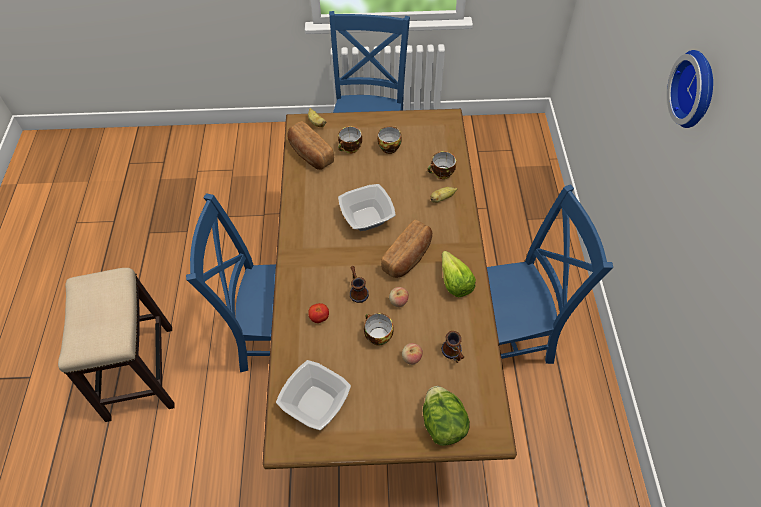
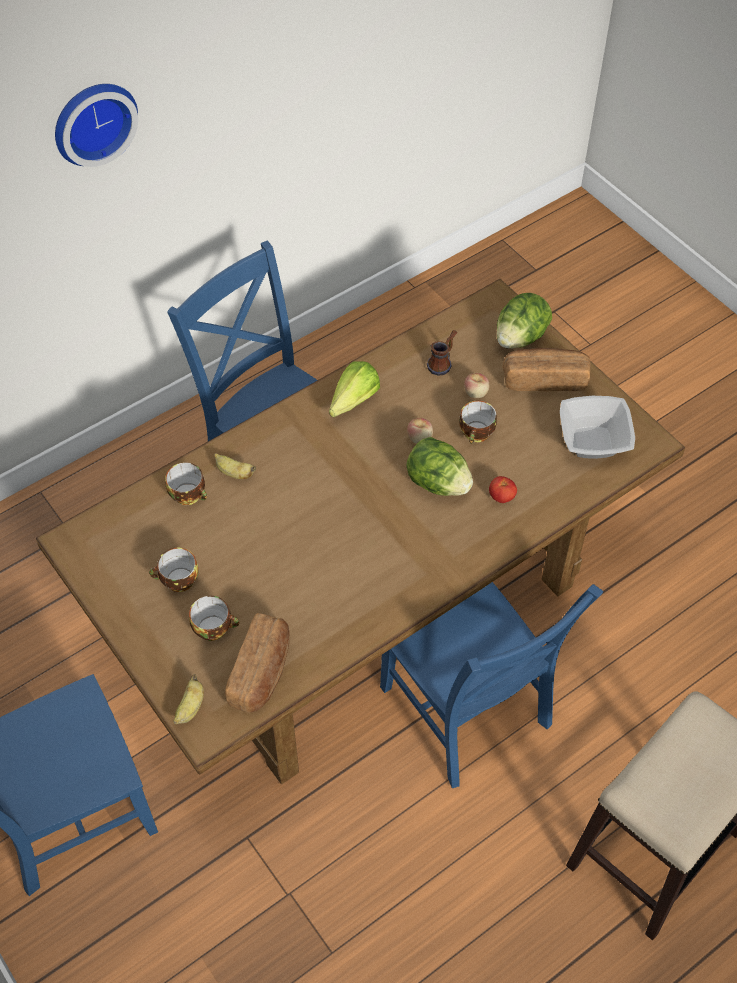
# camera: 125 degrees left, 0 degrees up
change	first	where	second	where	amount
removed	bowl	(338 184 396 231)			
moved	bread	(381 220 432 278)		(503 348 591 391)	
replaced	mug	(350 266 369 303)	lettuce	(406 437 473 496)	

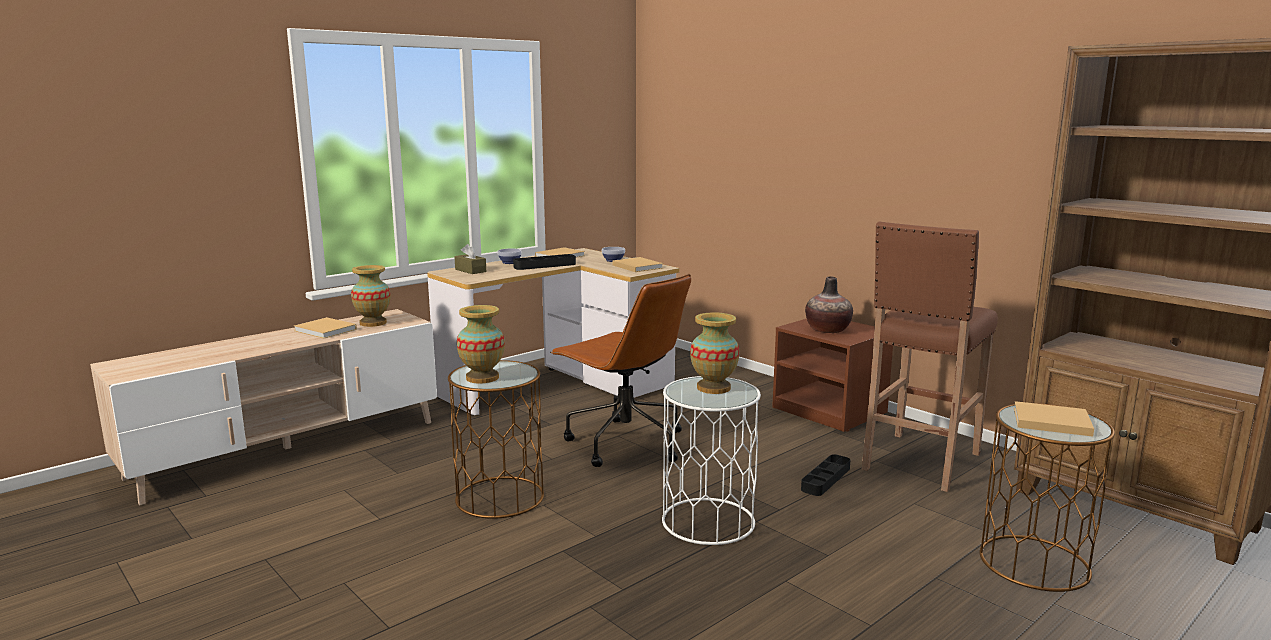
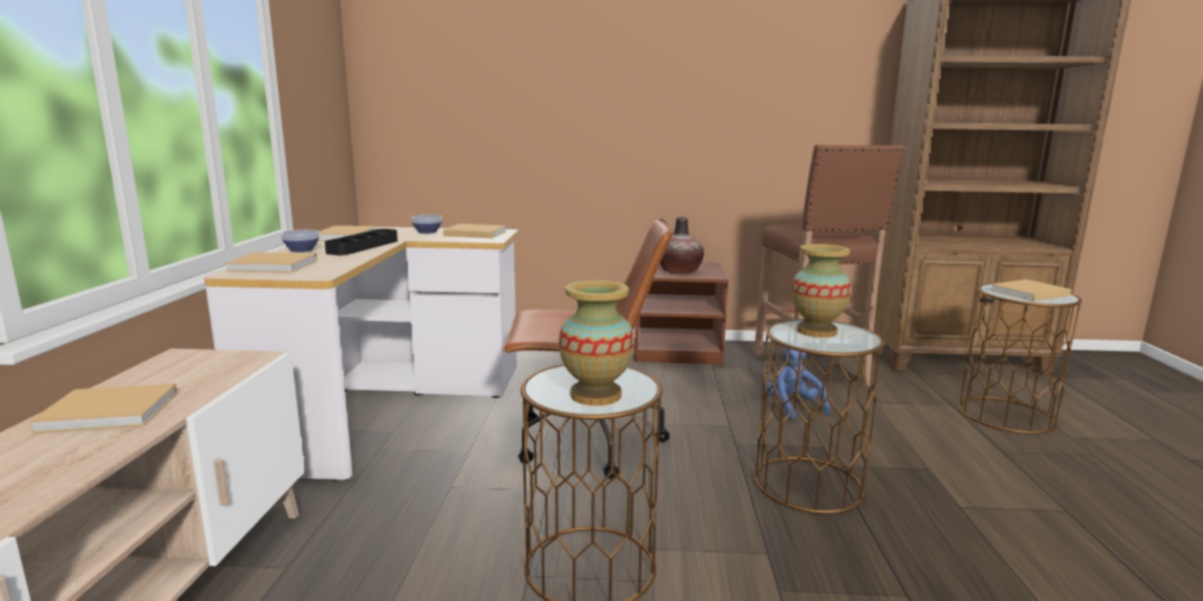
# camera: 45 degrees left, 0 degrees up
change	first	where	second	where	amount
removed	vase	(351 265 391 327)			
replaced	tissue box/brown	(454 244 486 274)	book/beige	(225 252 317 273)	
replaced	tray/black	(801 454 850 496)	plush toy/blue	(766 348 830 419)	
recoloured	side table/white	(662 376 761 545)	side table/brown	(755 319 884 514)	

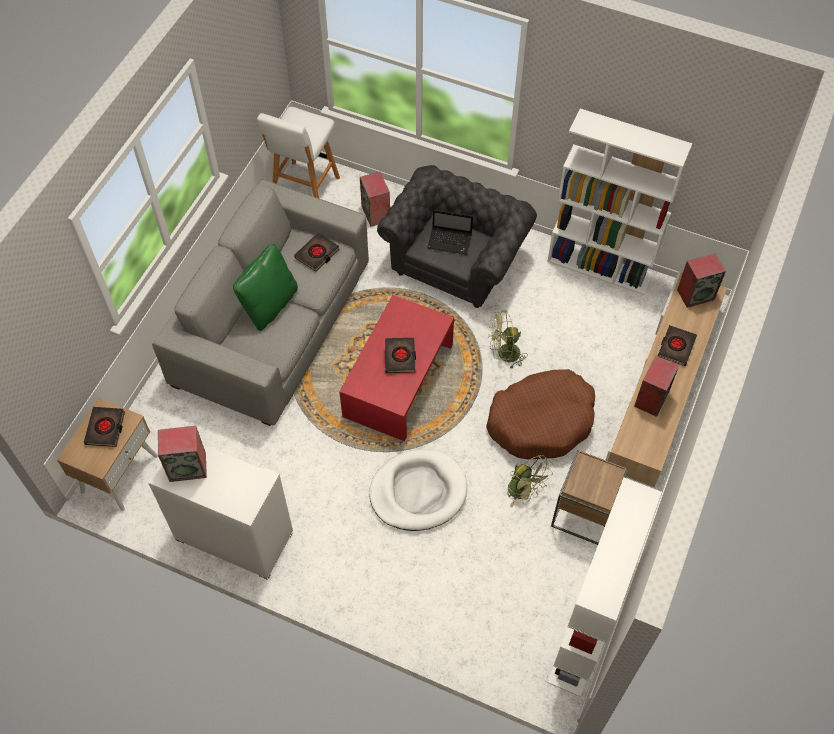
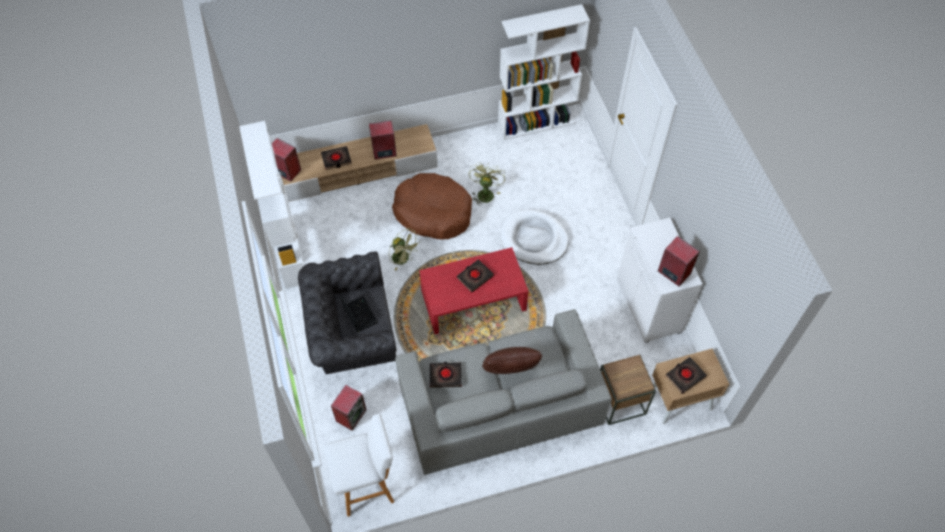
# camera: 130 degrees left, 0 degrees up
change	first	where	second	where	amount
moved	side table/brown	(551 450 628 545)		(600 355 656 425)	
recoloured	pillow/green	(233 243 298 331)	pillow/brown	(482 347 542 374)	

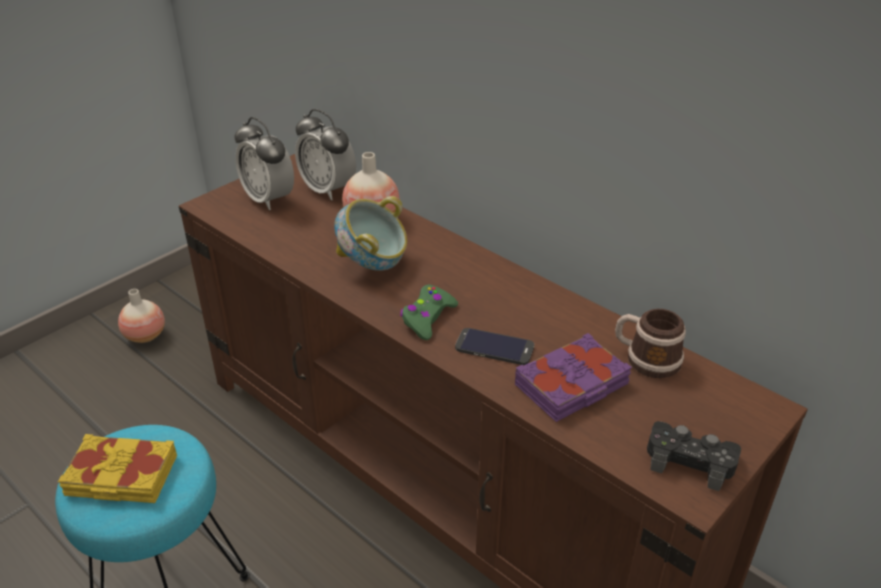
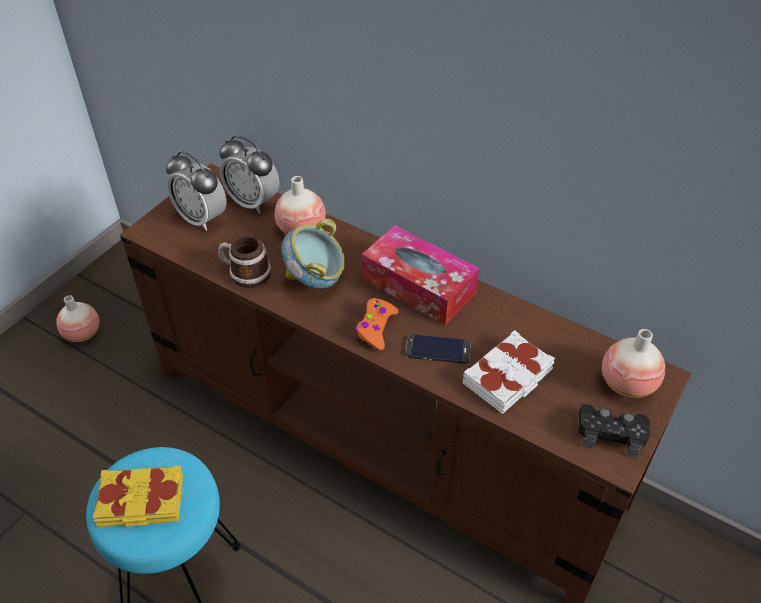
# camera: 10 degrees left, 10 degrees up
change	first	where	second	where	amount
added			tissue box	(362 225 479 326)	
added			vase	(602 329 665 398)	
moved	mug	(615 309 686 378)		(218 236 271 288)	
recoloured	game controller/green	(400 285 458 340)	game controller/orange	(355 298 399 351)	
recoloured	book/purple	(515 333 632 422)	book/white	(463 330 555 414)	

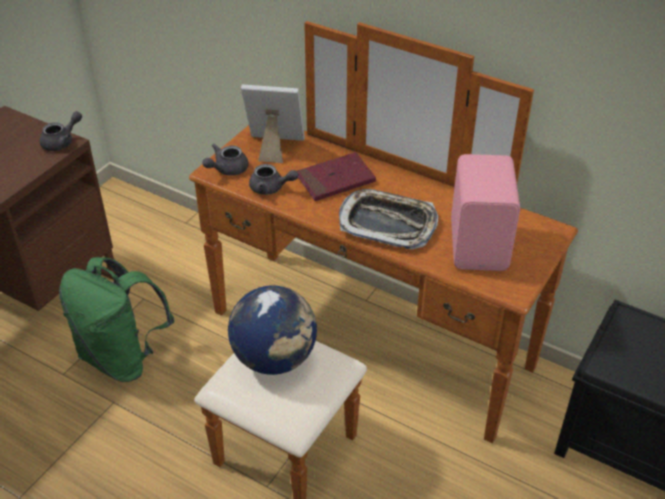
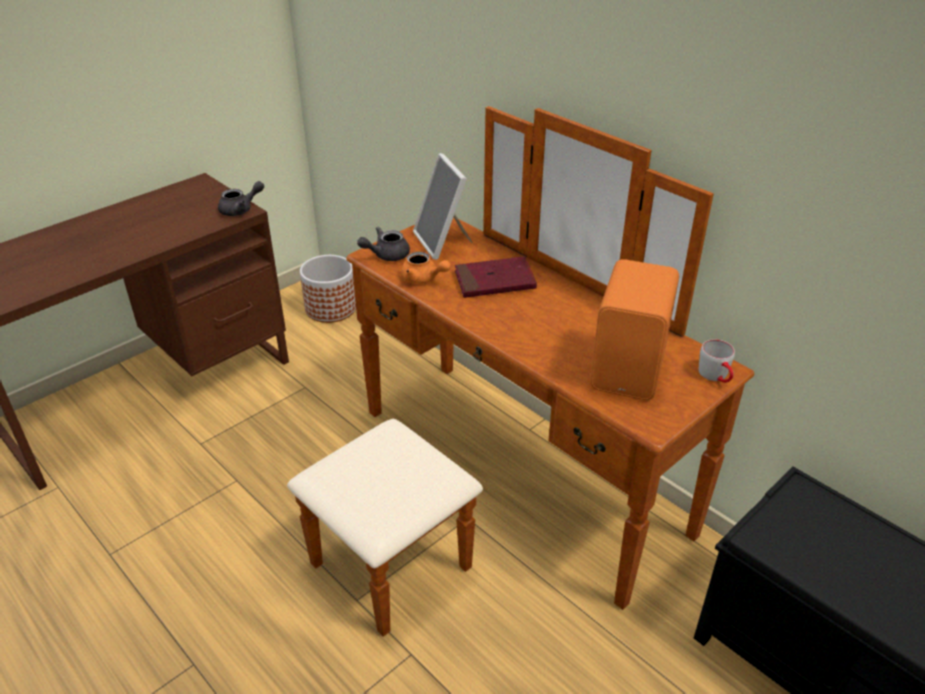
# camera: 15 degrees right, 5 degrees down
change	first	where	second	where	amount
removed	backpack/green	(59 257 175 382)			
removed	globe	(228 285 317 375)			
removed	tray	(339 189 438 249)			
added			planter	(300 255 356 323)	
added			mug/grey	(699 339 735 383)	
recoloured	teapot/grey	(249 164 299 195)	teapot/orange	(401 252 451 284)	
recoloured	speaker/pink	(451 154 520 271)	speaker/orange	(590 259 679 400)	
turned	picture frame	(241 85 305 163)		(413 153 473 260)	135 degrees counterclockwise

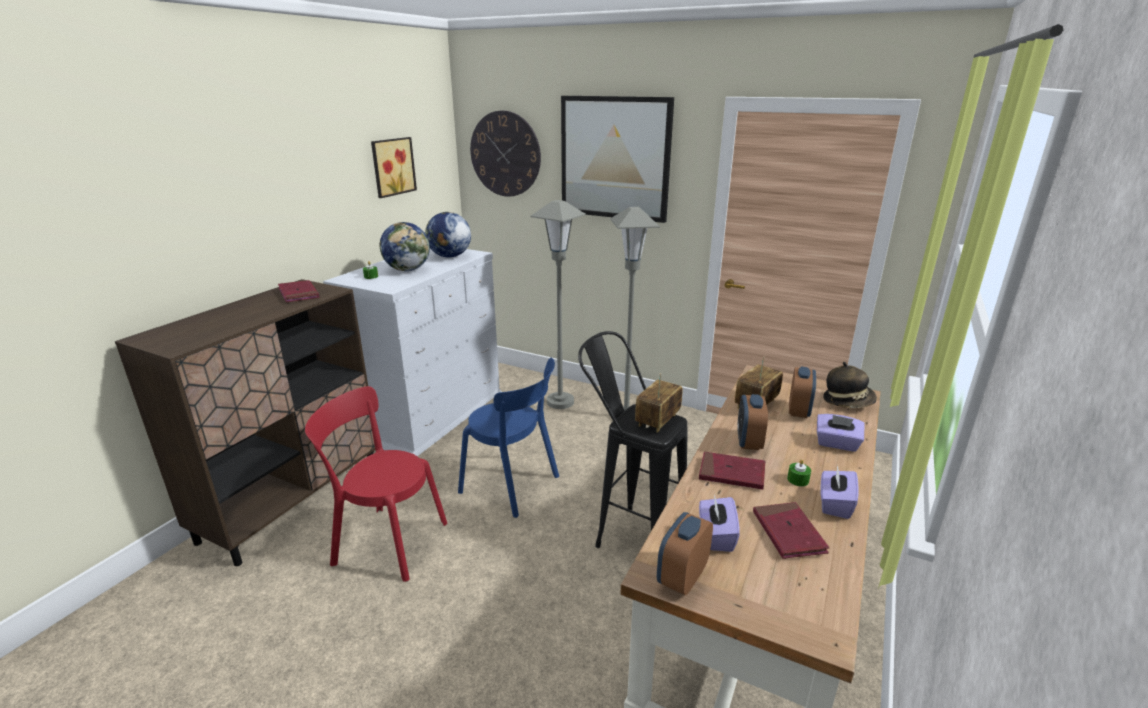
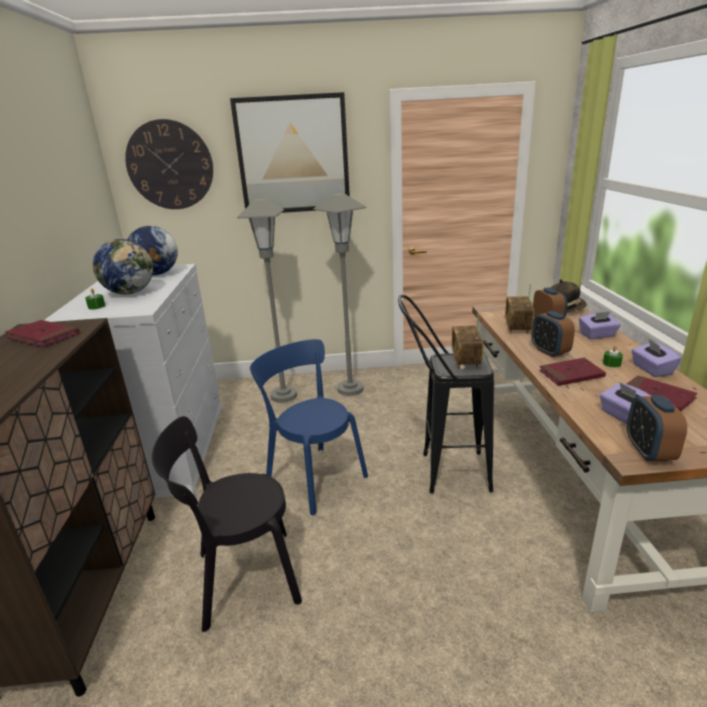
# camera: 30 degrees left, 0 degrees up
change	first	where	second	where	amount
removed	picture	(371 137 417 198)			
recoloured	chair/red	(305 386 447 582)	chair/black	(152 416 302 632)	
turned	chair/blue	(458 358 559 518)		(250 339 368 515)	135 degrees counterclockwise

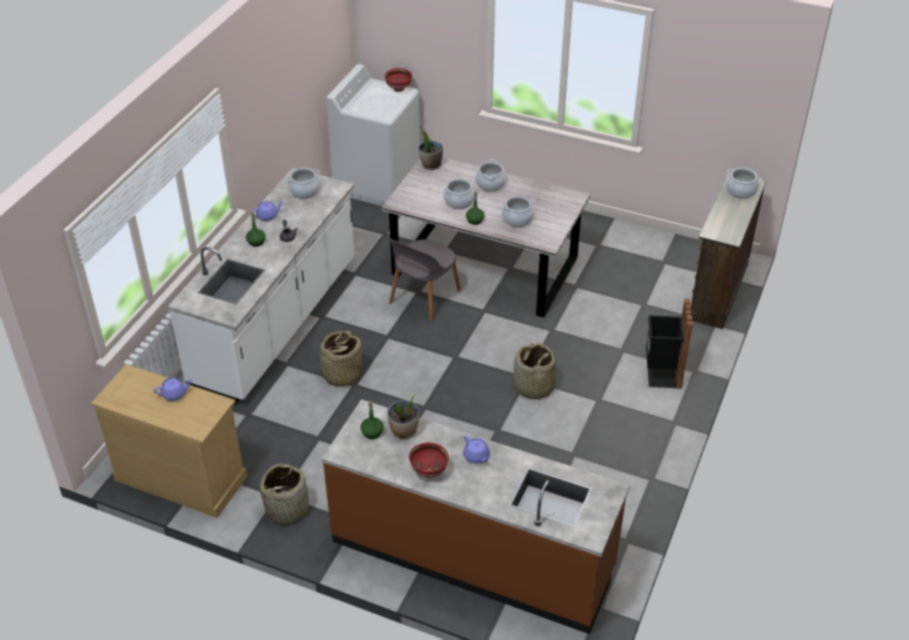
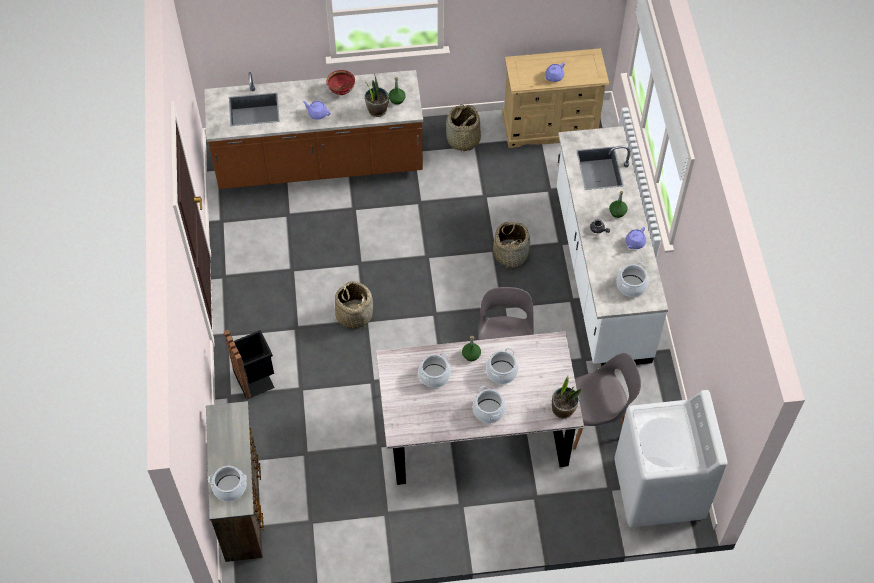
# camera: 150 degrees right, 15 degrees up
change	first	where	second	where	amount
removed	bowl/red	(385 68 412 92)			
added			chair/grey	(573 353 641 449)	

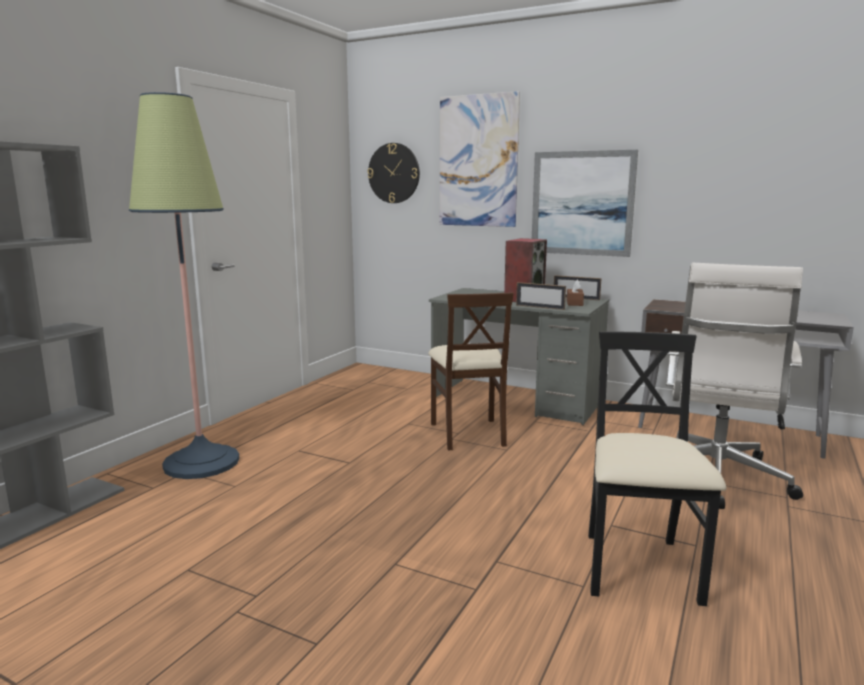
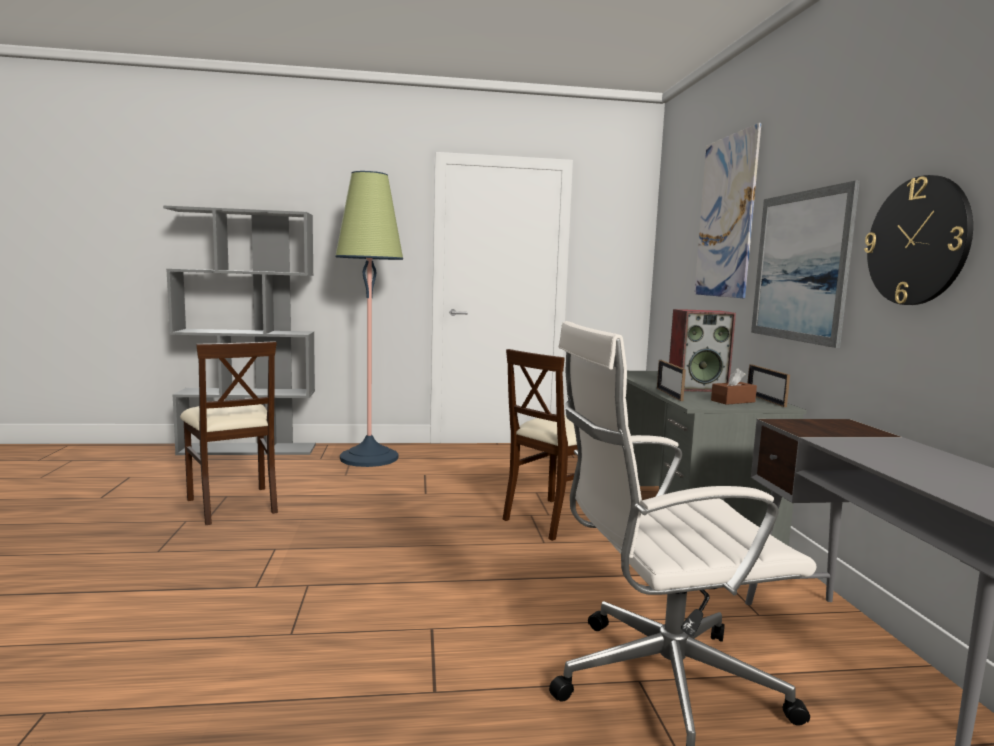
# camera: 55 degrees right, 5 degrees down
change	first	where	second	where	amount
removed	chair/black	(588 331 726 606)			
added			chair/beige	(180 341 278 525)	
moved	wall clock	(367 143 420 203)		(864 175 973 305)	

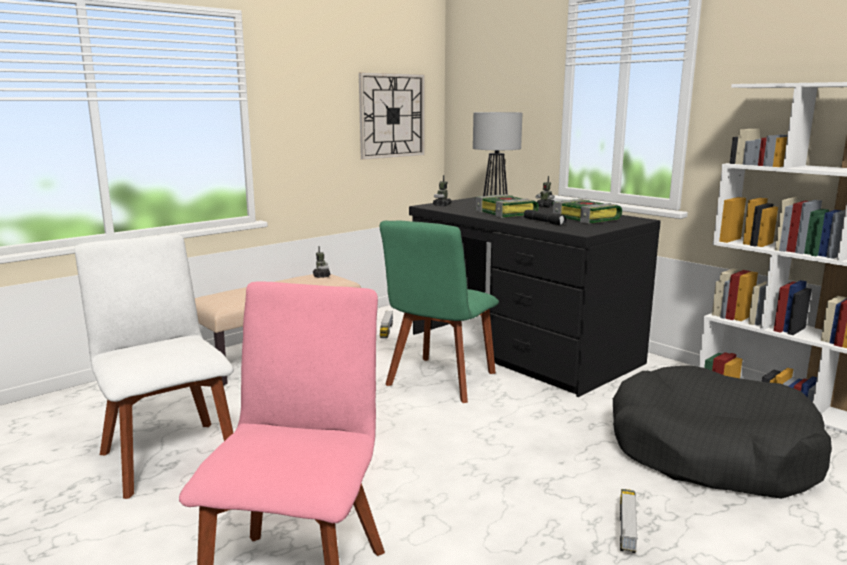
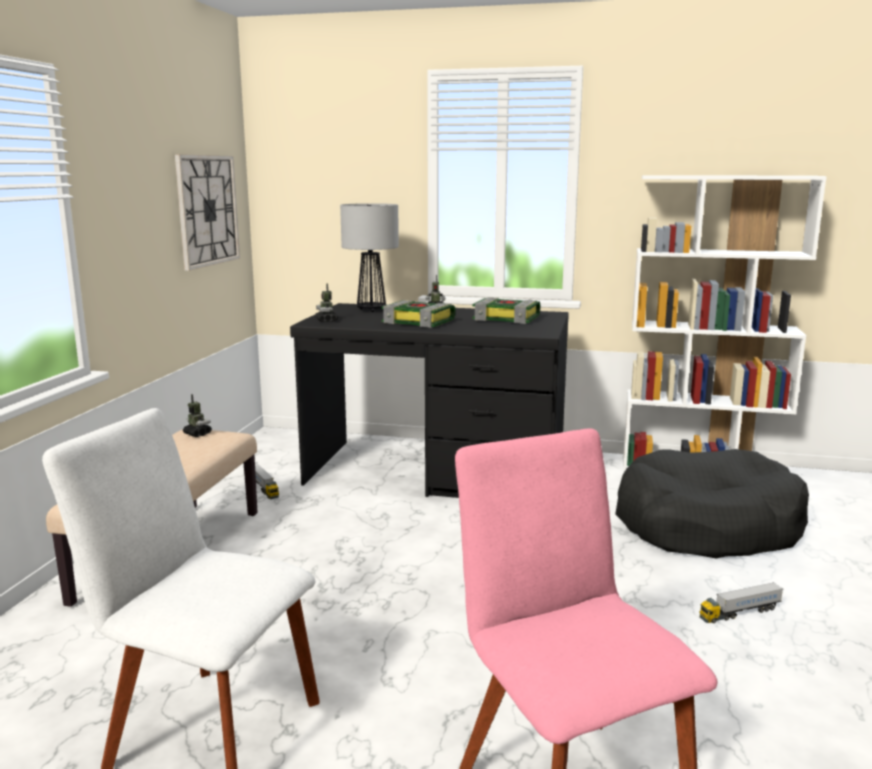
# camera: 35 degrees left, 0 degrees up
change	first	where	second	where	amount
removed	chair/green	(380 221 499 403)			
removed	flashlight/black	(524 210 567 225)			
turned	toy truck	(620 489 638 553)		(699 582 783 623)	90 degrees counterclockwise

